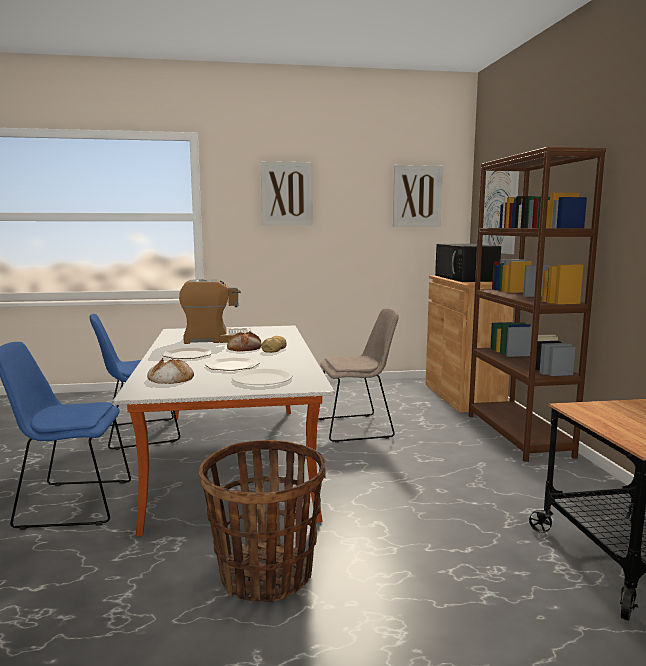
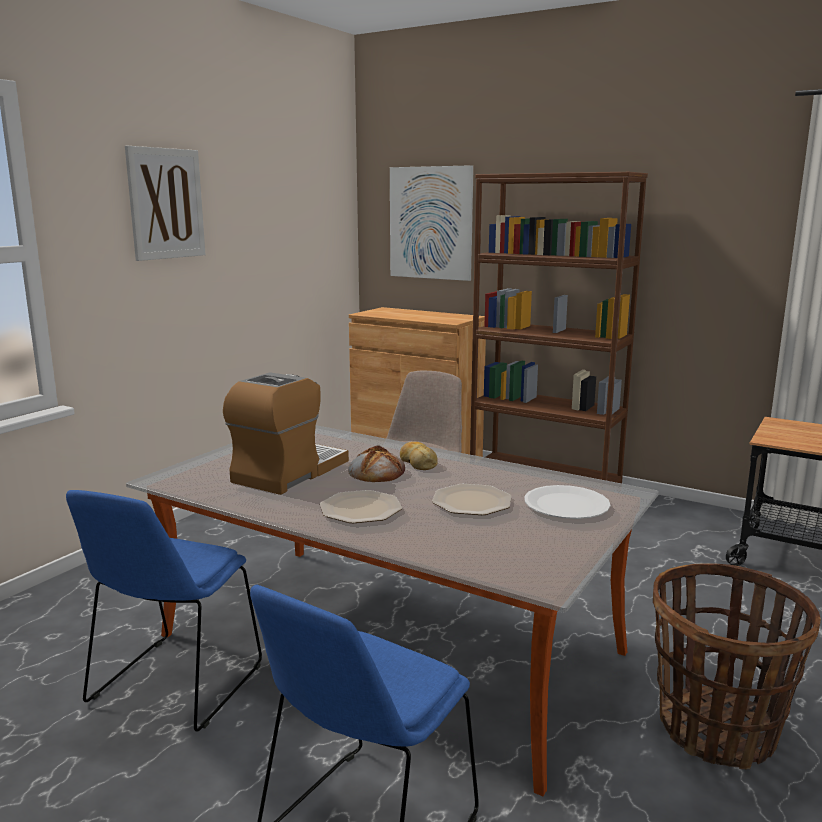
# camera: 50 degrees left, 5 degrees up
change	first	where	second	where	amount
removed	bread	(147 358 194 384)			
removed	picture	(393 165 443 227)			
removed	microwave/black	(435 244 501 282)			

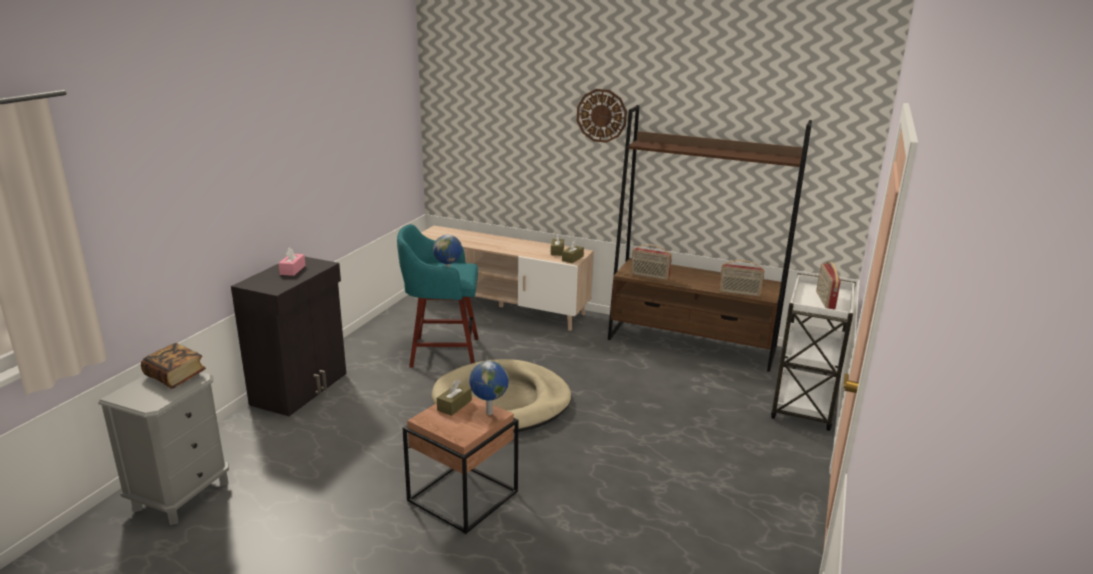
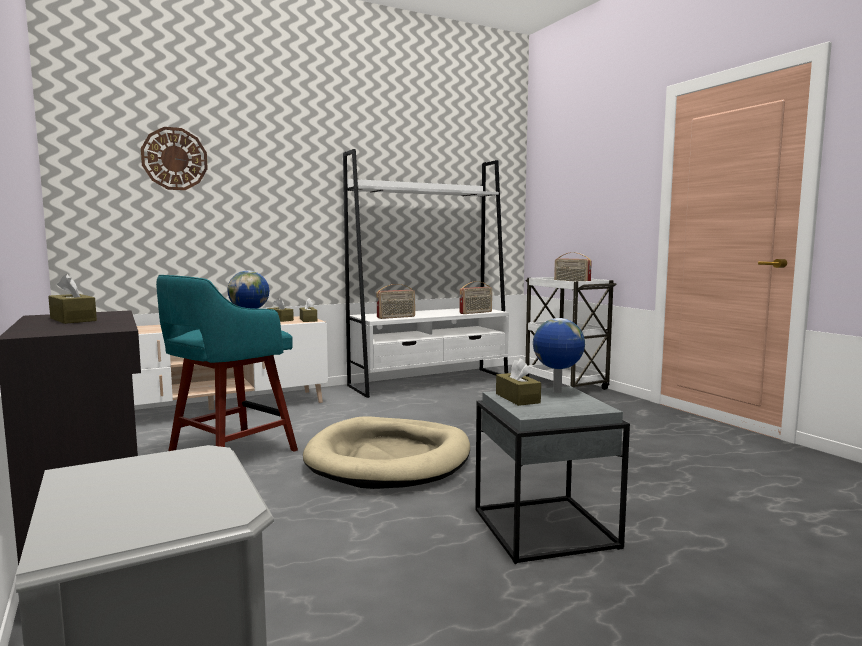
# camera: 50 degrees left, 15 degrees down
change	first	where	second	where	amount
removed	book	(141 343 206 389)			
moved	wall clock	(577 89 627 143)		(141 127 208 190)	
recoloured	tissue box/pink	(278 247 306 276)	tissue box/brown	(48 274 97 324)	
recoloured	side table/brown	(403 396 518 534)	side table/grey	(475 386 630 564)	
recoloured	bookcase/brown	(608 105 812 372)	bookcase/white	(343 149 509 398)	

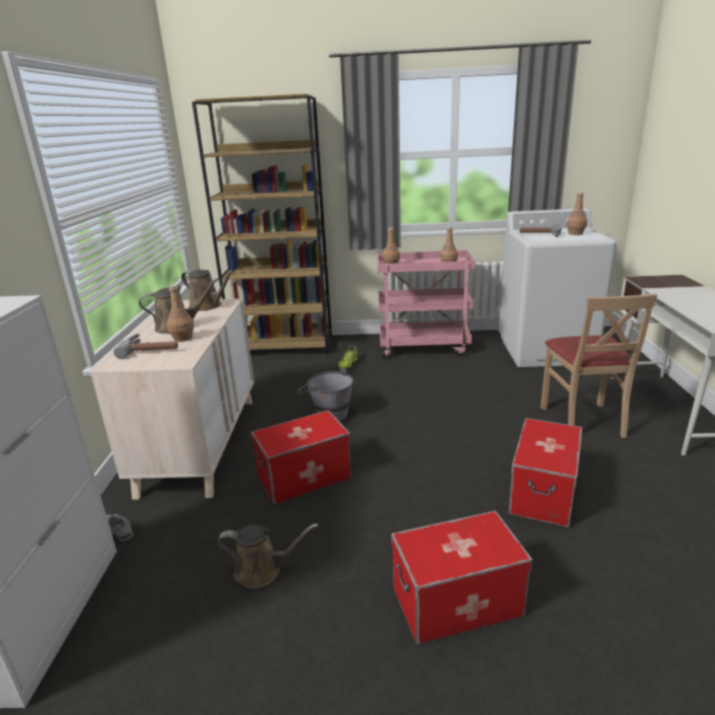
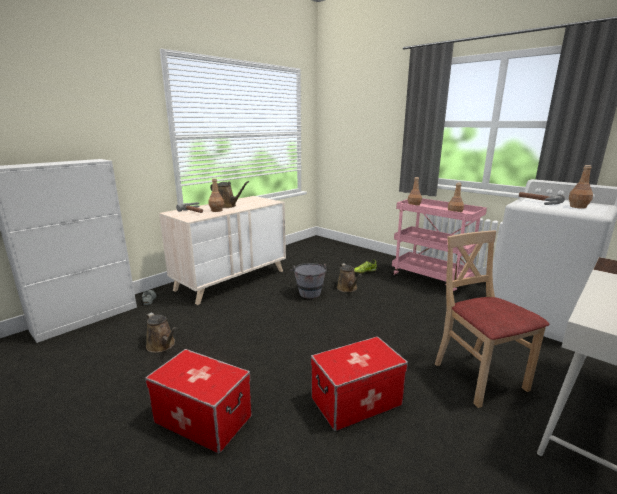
# camera: 40 degrees right, 5 degrees down
change	first	where	second	where	amount
removed	bookcase/brown	(192 94 332 355)			
removed	storage box	(251 410 352 505)			
moved	watering can/brown	(181 270 234 311)		(337 263 362 292)	
turned	chair/beige	(541 294 657 438)		(435 230 549 408)	120 degrees clockwise

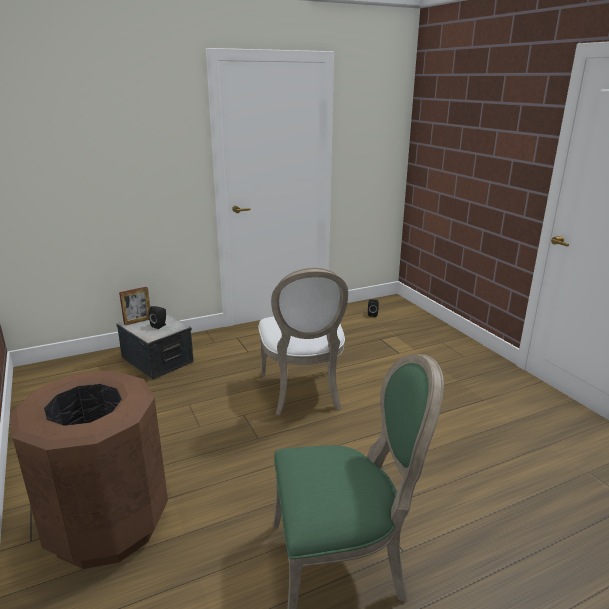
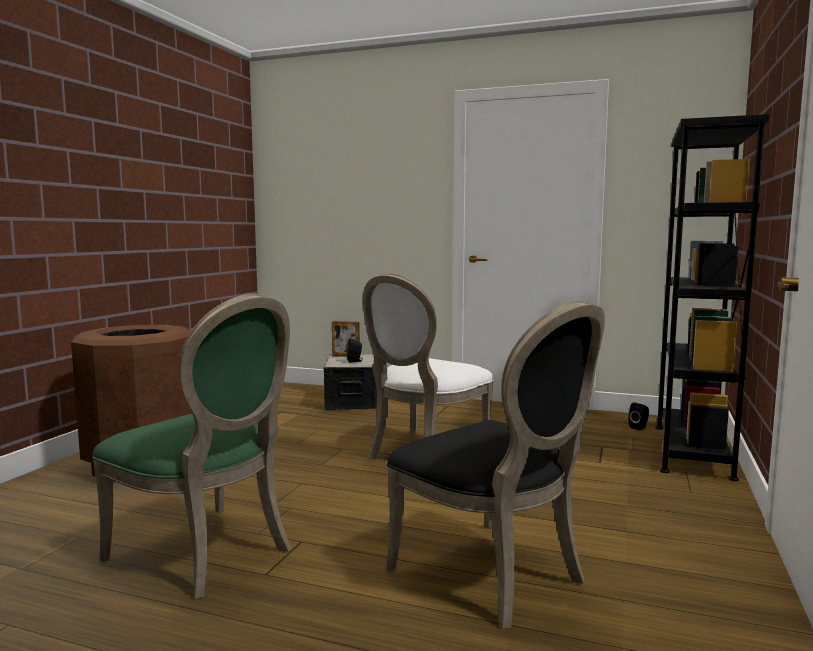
# camera: 45 degrees right, 15 degrees down
change	first	where	second	where	amount
added			chair/black	(386 300 605 629)	
added			bookcase/black	(656 114 770 481)	

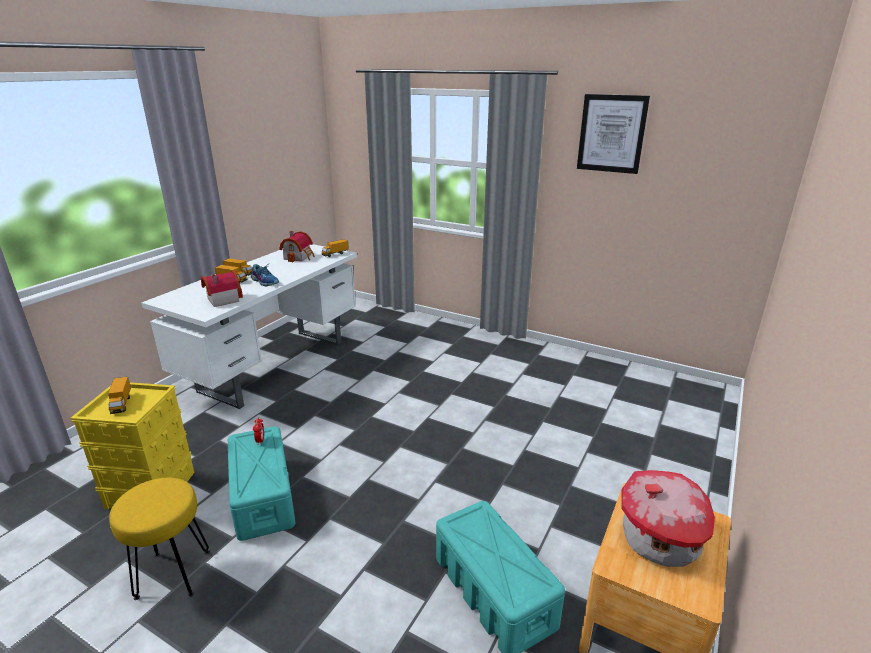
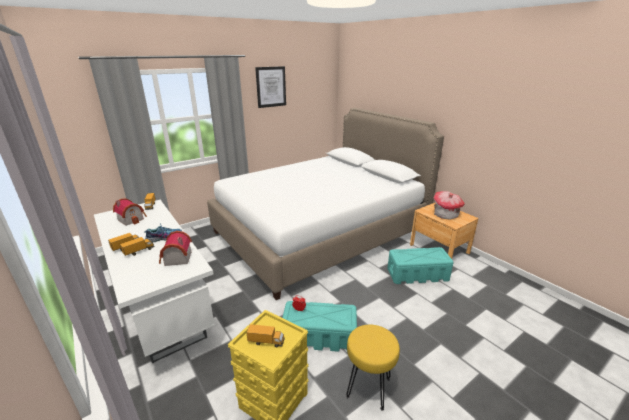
# camera: 65 degrees left, 0 degrees up
change	first	where	second	where	amount
added			bed/white	(207 108 444 300)	

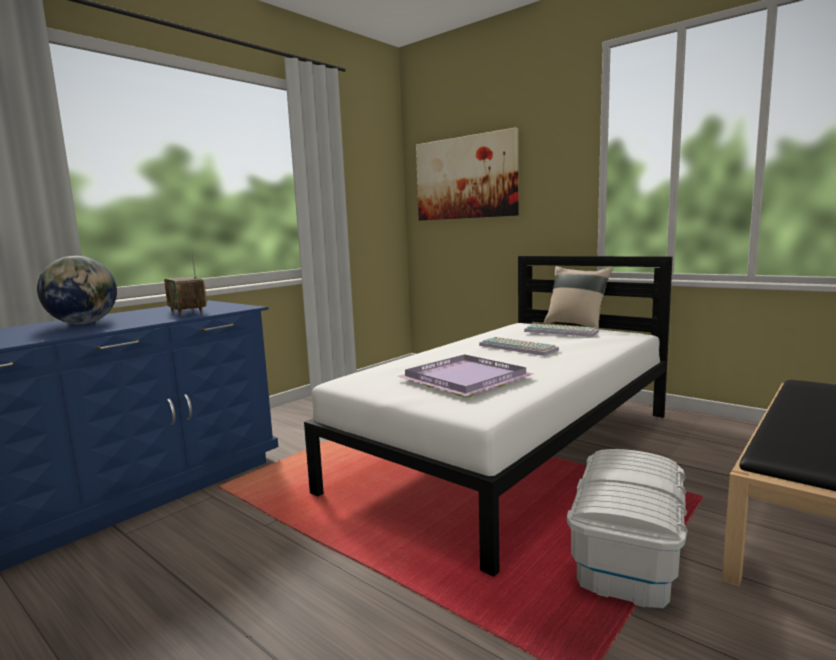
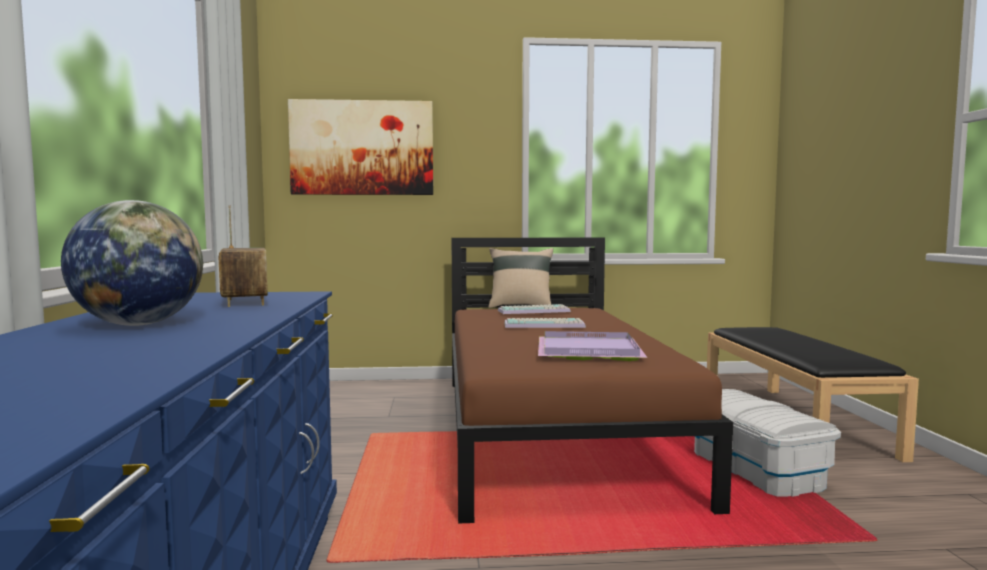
# camera: 45 degrees left, 5 degrees down
change	first	where	second	where	amount
recoloured	bed/white	(304 256 673 577)	bed/brown	(452 237 733 524)	
turned	radio	(164 250 207 316)		(219 205 268 307)	120 degrees counterclockwise

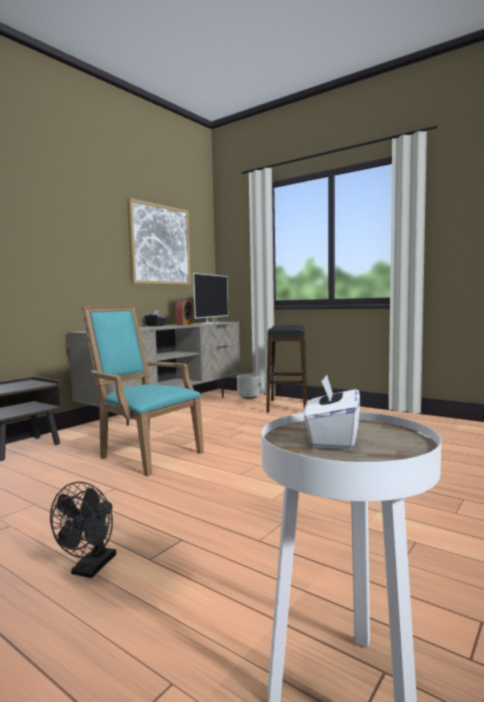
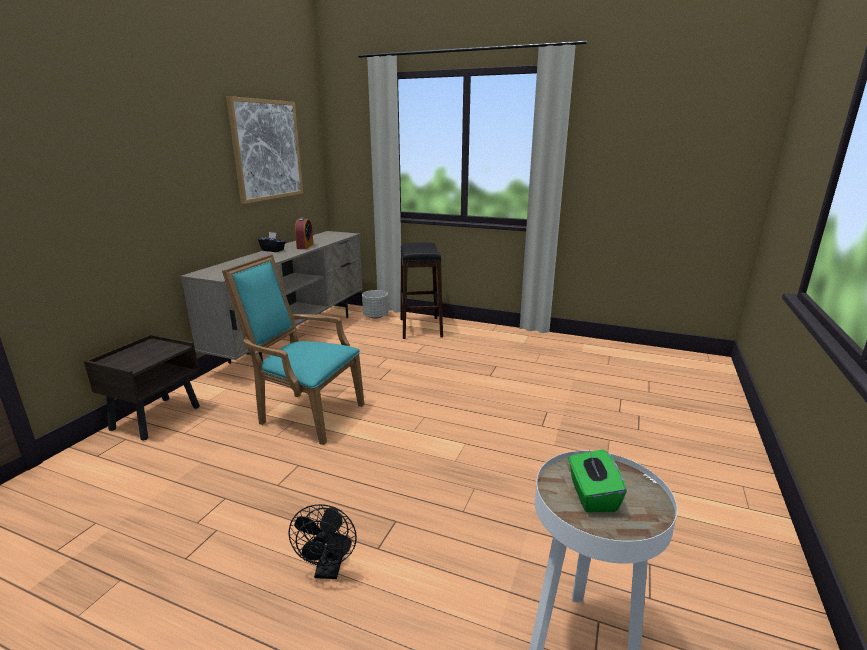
# camera: 15 degrees left, 15 degrees up
change	first	where	second	where	amount
removed	television	(193 273 228 324)			
recoloured	tissue box/white	(304 375 360 449)	tissue box/green	(568 449 627 512)	

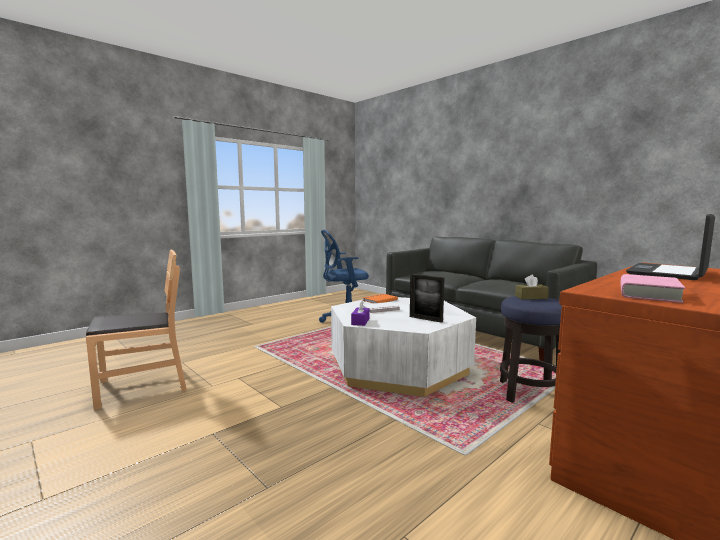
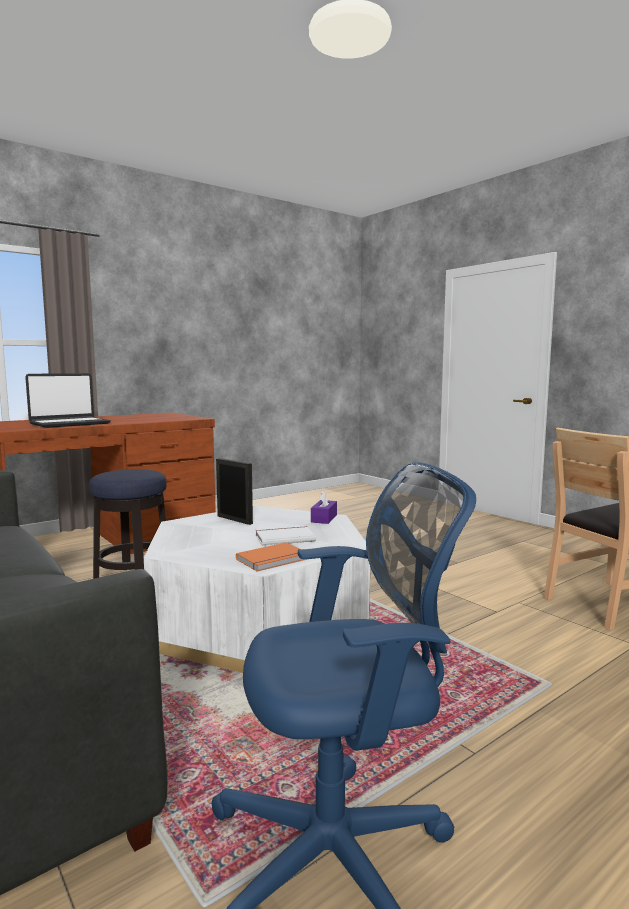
# camera: 175 degrees left, 0 degrees up
change	first	where	second	where	amount
removed	tissue box/brown	(515 275 549 299)			
removed	book/pink	(620 274 685 303)			

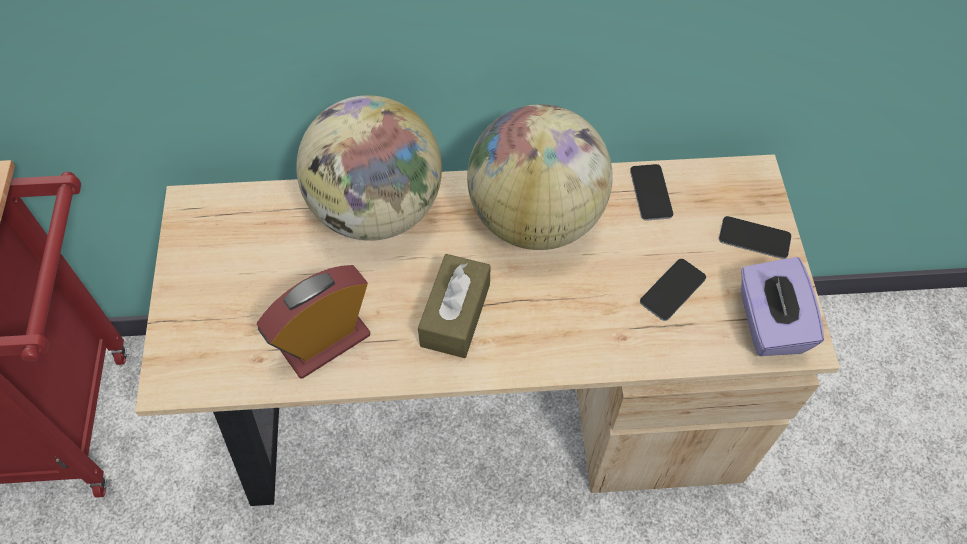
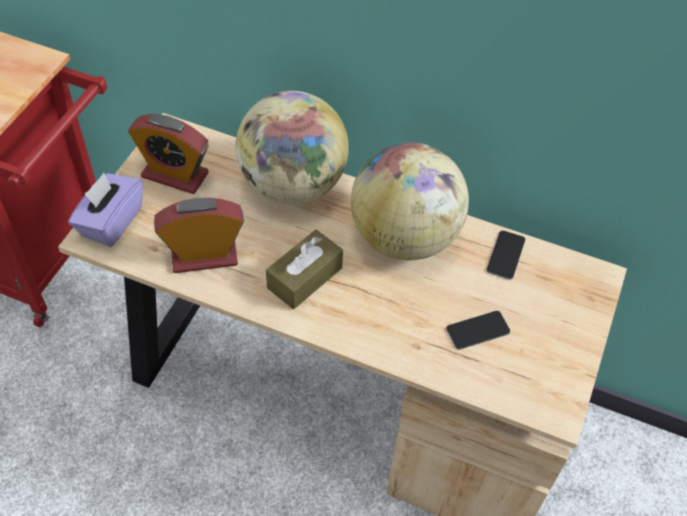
# camera: 25 degrees right, 5 degrees down
change	first	where	second	where	amount
removed	phone	(719 216 791 259)			
added			alarm clock	(128 114 209 194)	
moved	tissue box/purple	(741 257 824 356)		(68 173 143 247)	

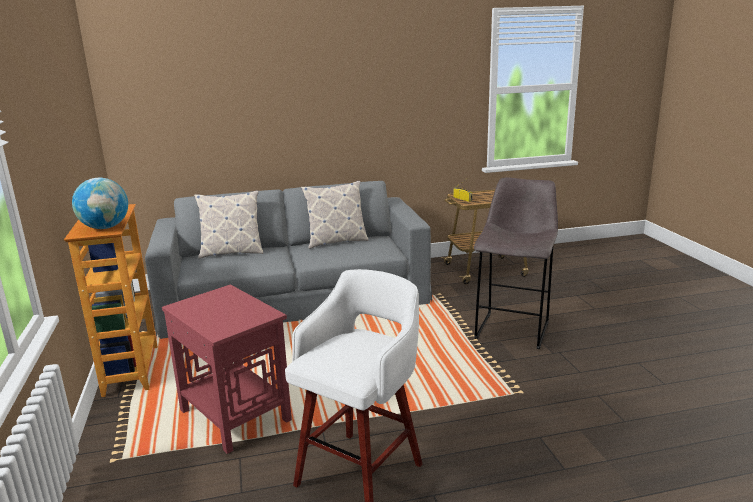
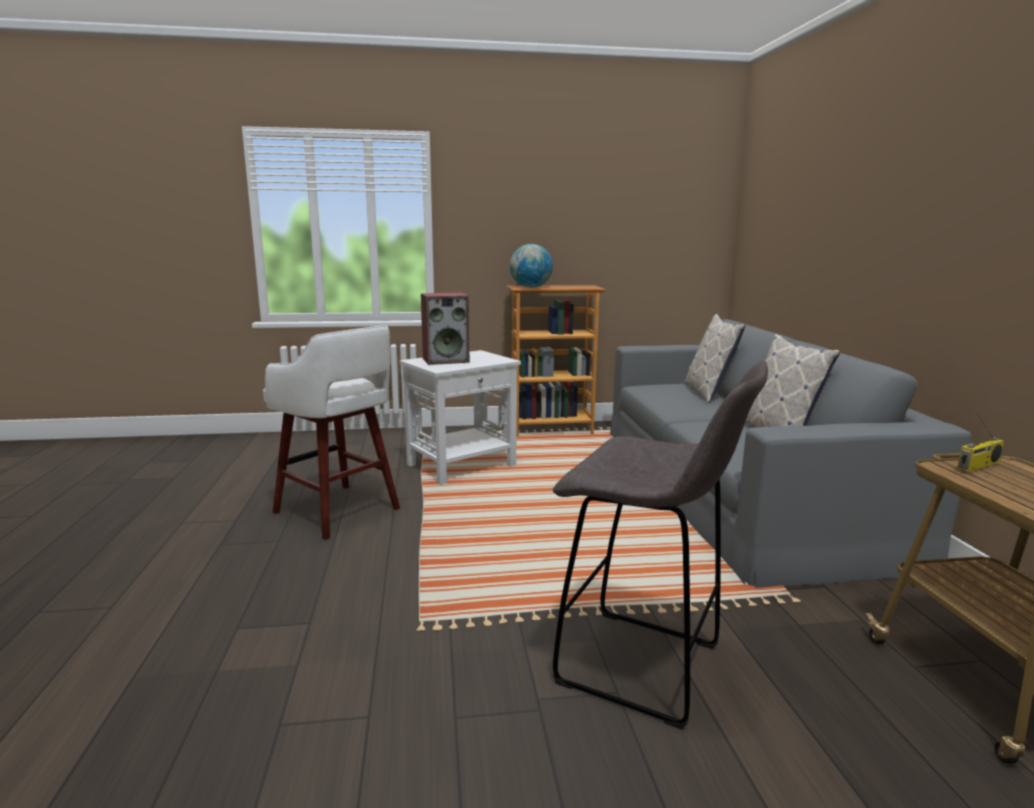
# camera: 95 degrees right, 5 degrees down
change	first	where	second	where	amount
added			speaker	(421 293 470 365)	
recoloured	side table/red	(162 284 292 454)	side table/white	(400 350 521 485)	

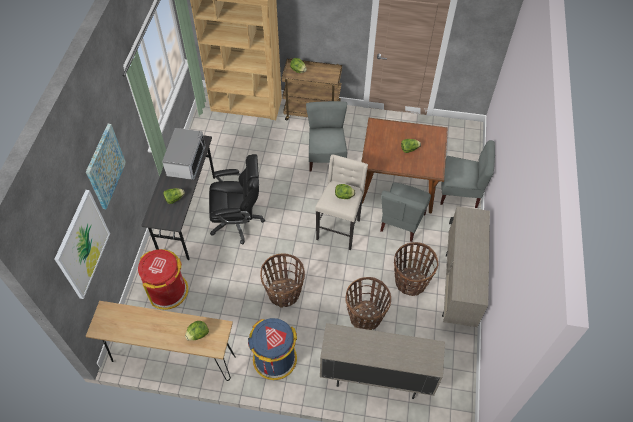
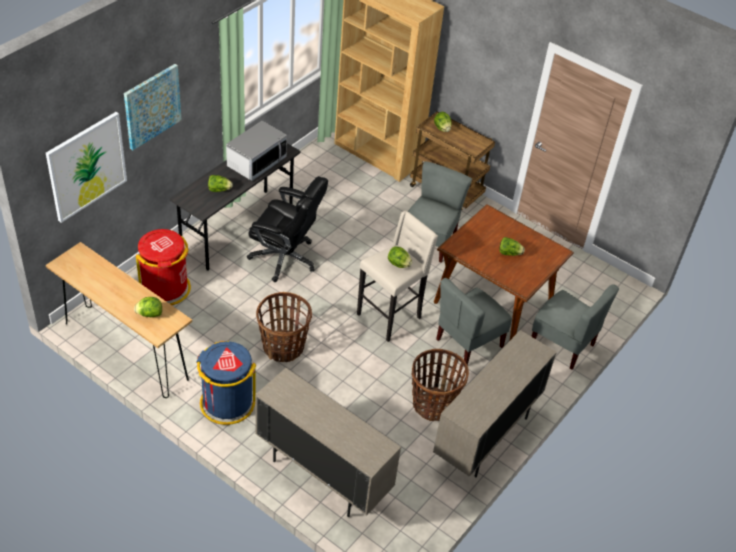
# camera: 25 degrees right, 10 degrees down
change	first	where	second	where	amount
removed	basket	(345 277 391 330)			

